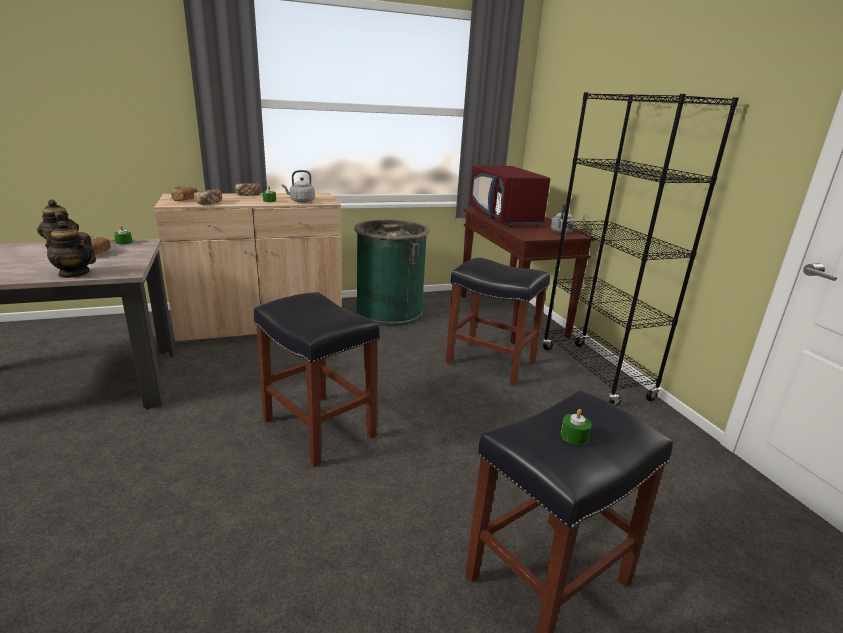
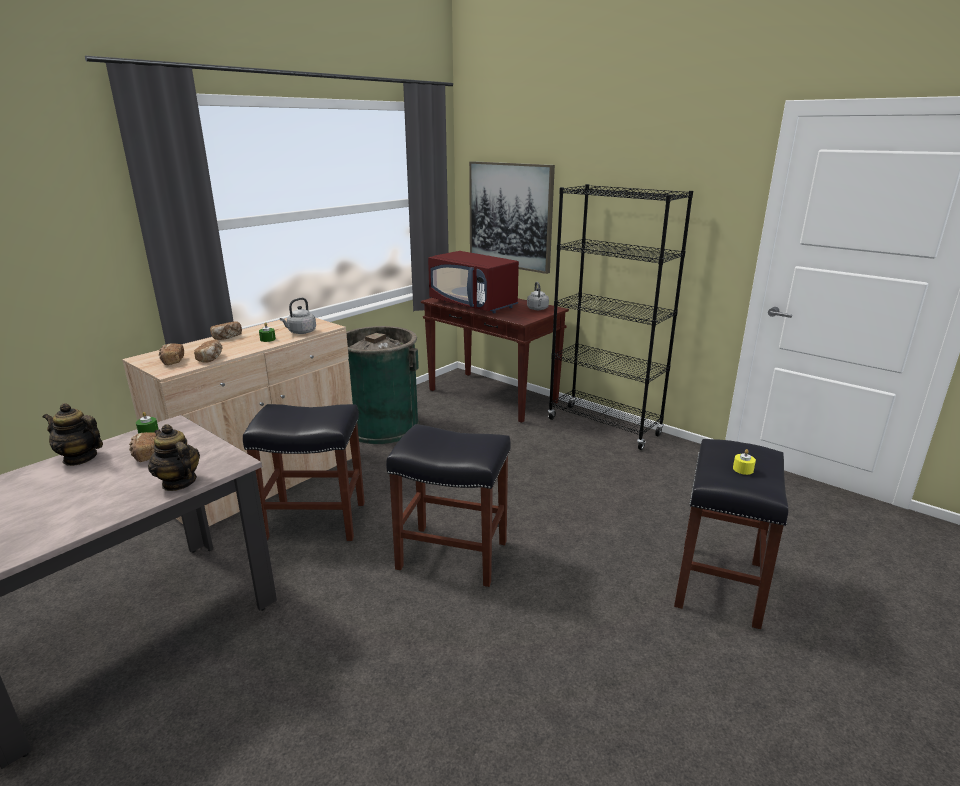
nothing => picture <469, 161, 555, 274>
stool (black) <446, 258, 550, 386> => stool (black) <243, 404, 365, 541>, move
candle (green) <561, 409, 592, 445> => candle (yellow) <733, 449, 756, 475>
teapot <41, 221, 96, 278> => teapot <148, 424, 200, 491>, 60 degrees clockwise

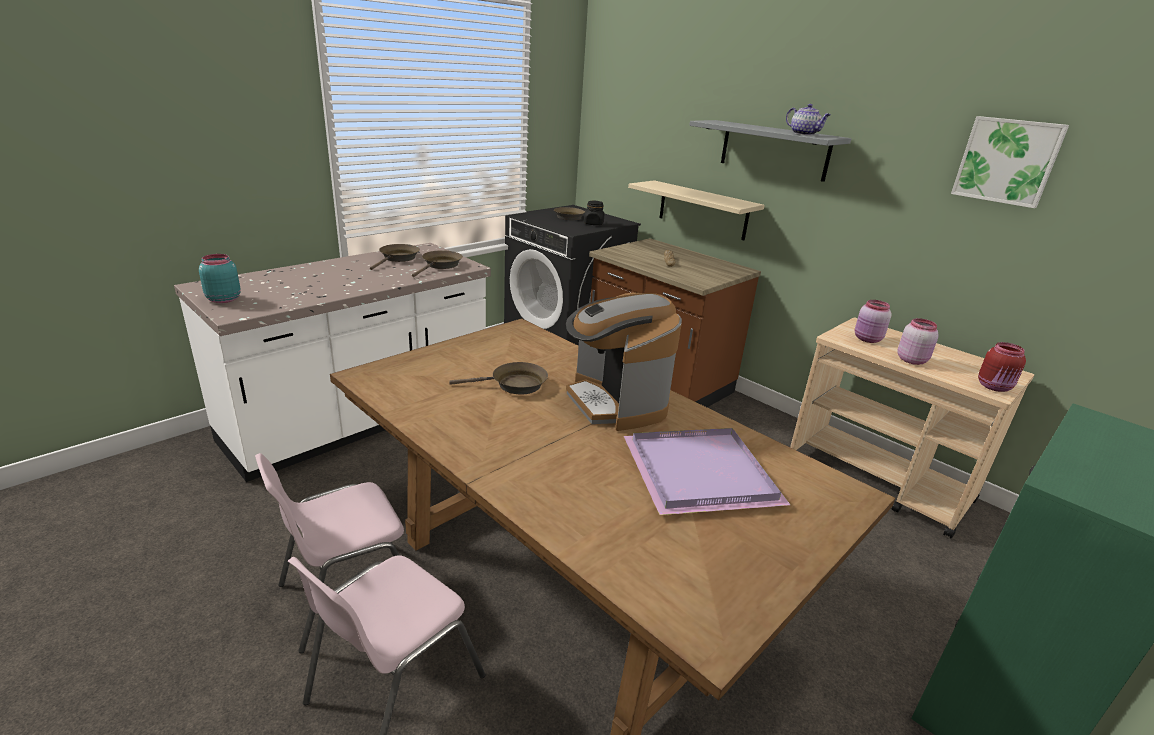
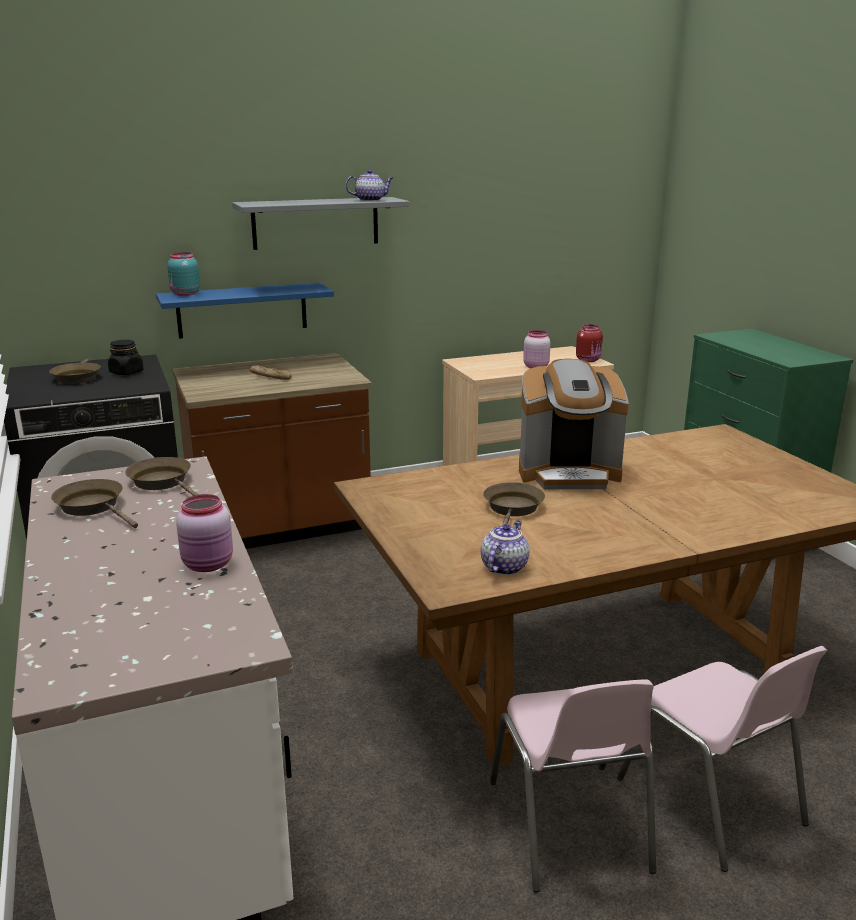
tray (purple) <624, 428, 790, 515> => nothing
picture <951, 116, 1069, 208> => nothing
nothing => teapot <481, 521, 529, 575>
jar (turquoise) <199, 254, 240, 303> => jar (turquoise) <167, 252, 200, 296>, move
jar (pink) <855, 300, 892, 343> => jar (pink) <176, 494, 233, 572>, move
shelf (beige) <628, 180, 765, 240> => shelf (blue) <156, 283, 334, 338>

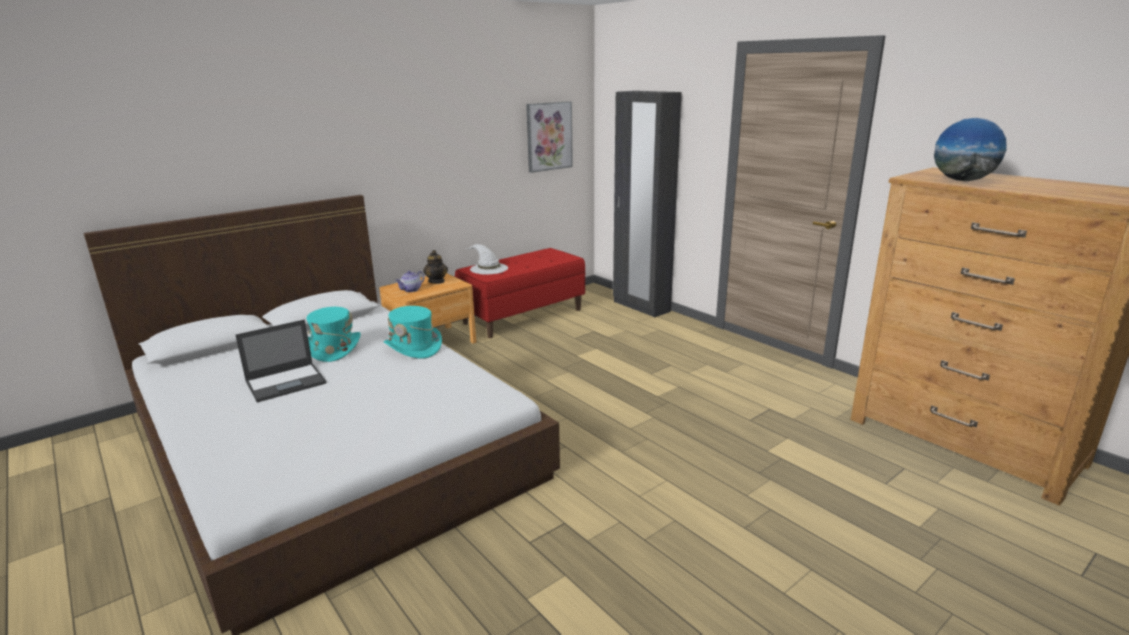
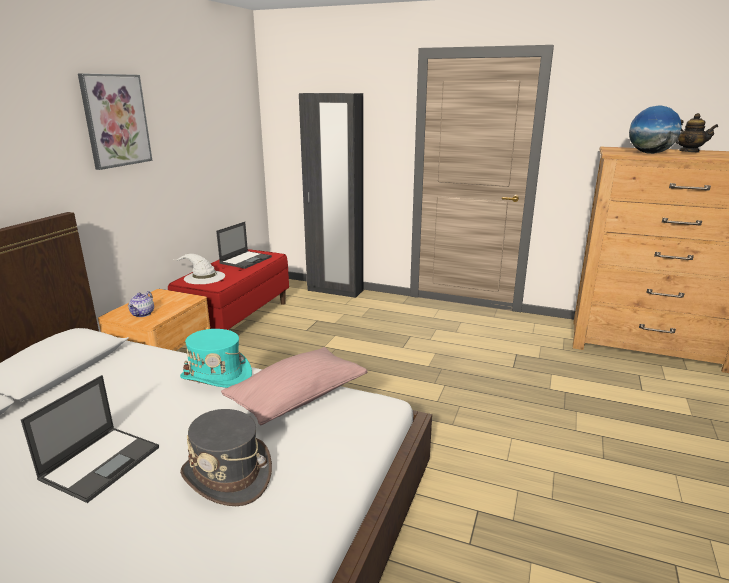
hat (turquoise) <306, 307, 361, 362> => nothing
nothing => hat (grey) <180, 409, 272, 506>
nothing => laptop <216, 222, 272, 269>
nothing => pillow (pink) <221, 347, 368, 425>
teapot <423, 250, 448, 284> => teapot <676, 113, 719, 152>, move
picture <526, 101, 573, 173> => picture <78, 74, 152, 170>, move

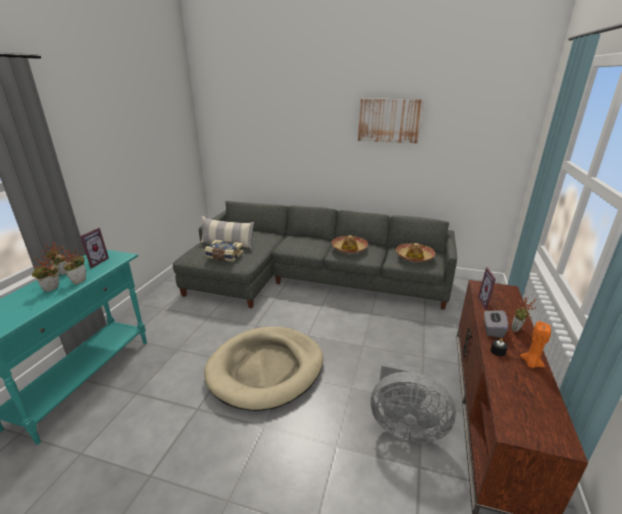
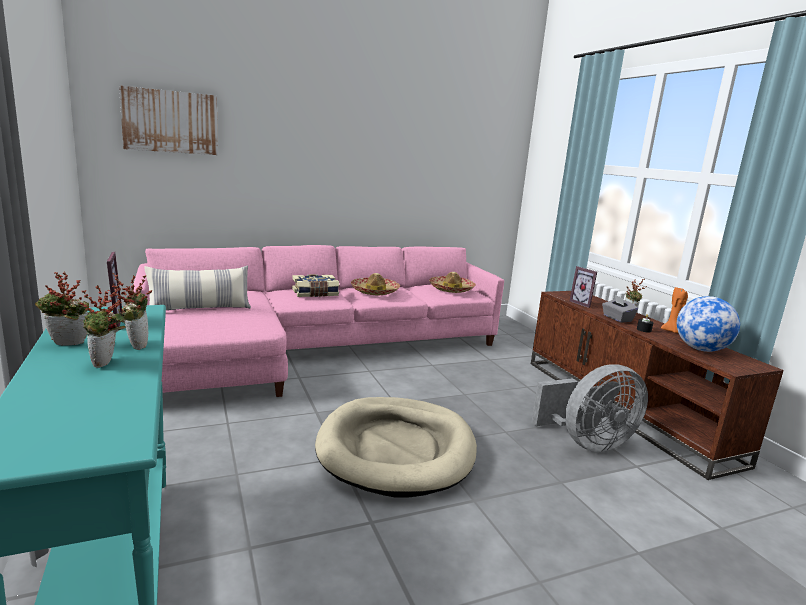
nothing => globe <677, 296, 740, 352>
book <205, 240, 244, 262> => book <292, 274, 339, 297>, move
picture <358, 98, 424, 144> => picture <119, 85, 218, 155>, move
sofa (grey) <173, 201, 457, 310> => sofa (pink) <133, 245, 504, 397>

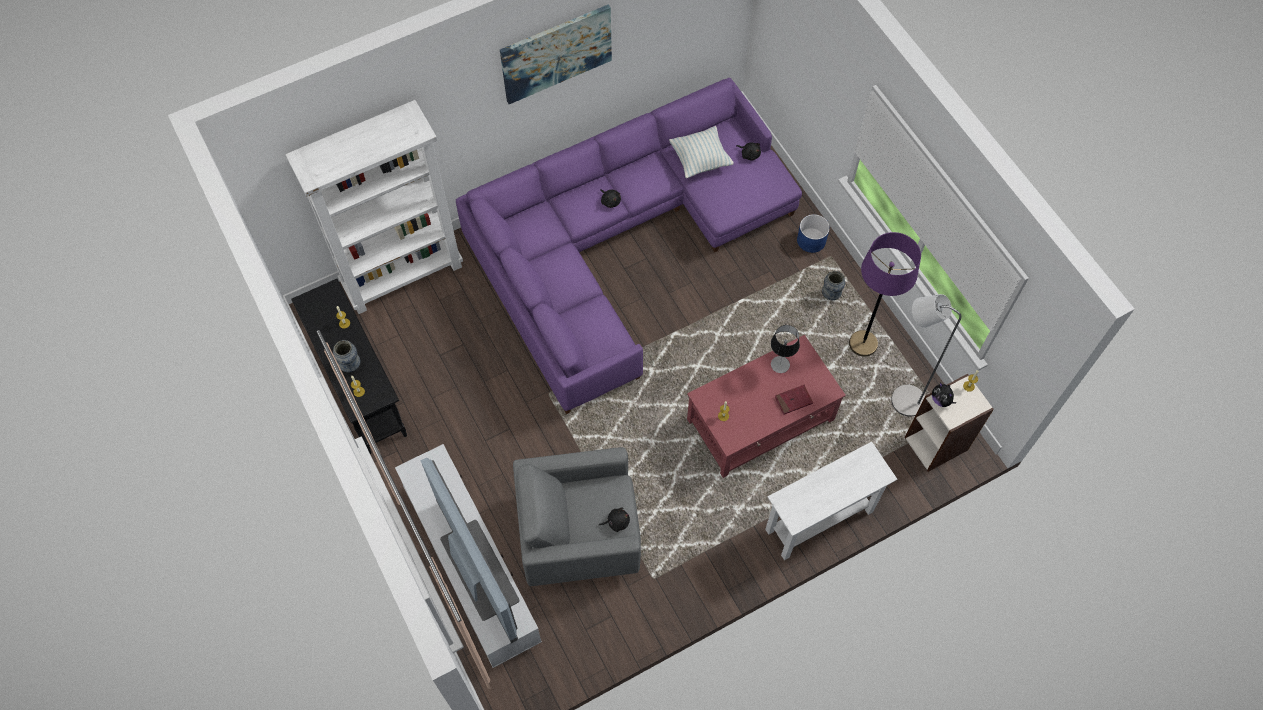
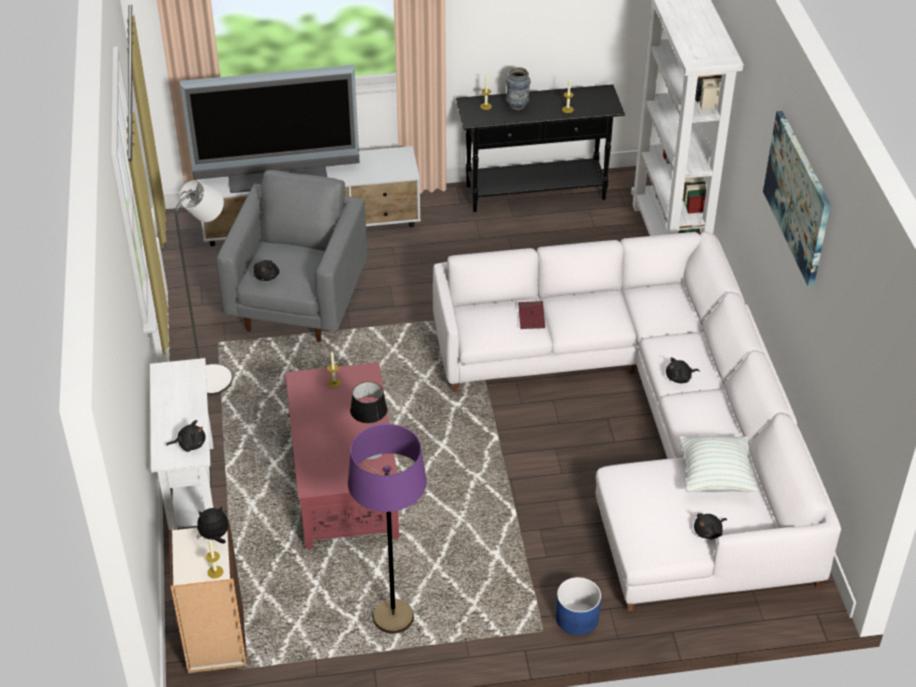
vase <822, 271, 845, 300> => nothing
nothing => plush toy (black) <166, 420, 206, 452>
book (red) <775, 385, 813, 415> => book (red) <518, 301, 545, 329>, move
floor lamp (grey) <891, 294, 962, 417> => floor lamp (grey) <175, 180, 232, 396>, move
sofa (purple) <456, 78, 802, 414> => sofa (white) <433, 231, 841, 611>

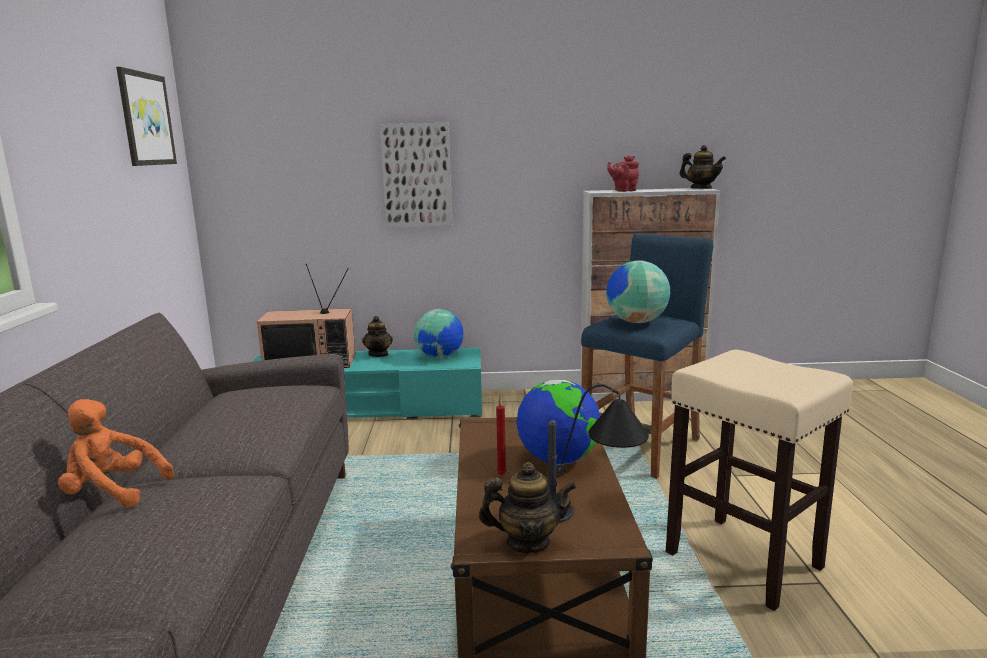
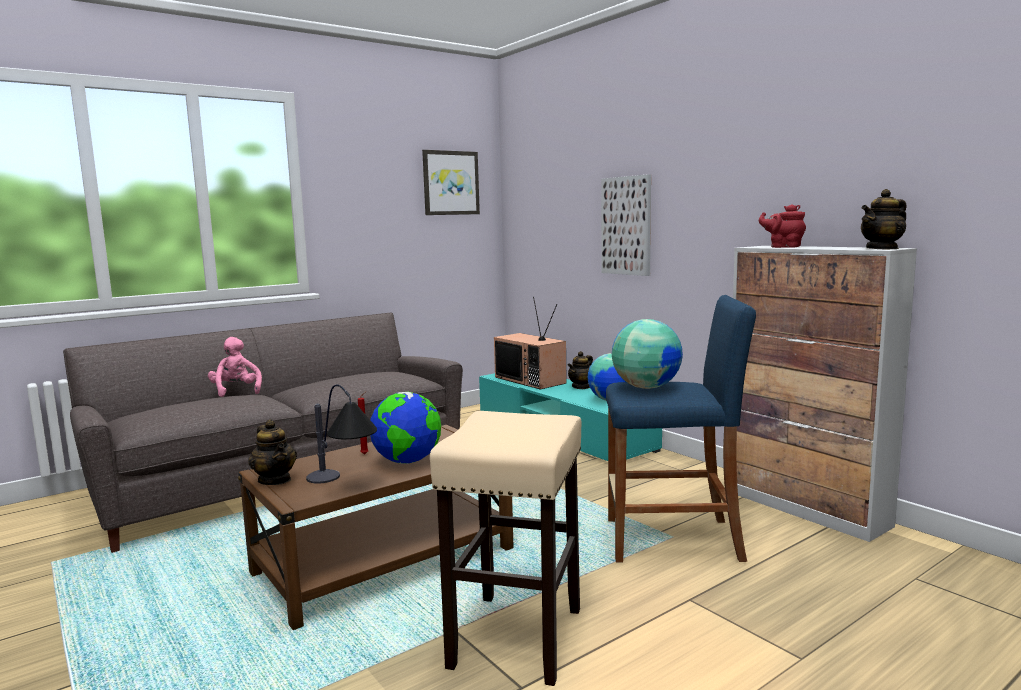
plush toy (orange) <58, 399, 174, 508> => plush toy (pink) <208, 337, 262, 397>
teapot <679, 145, 726, 189> => teapot <861, 189, 907, 250>, 60 degrees clockwise

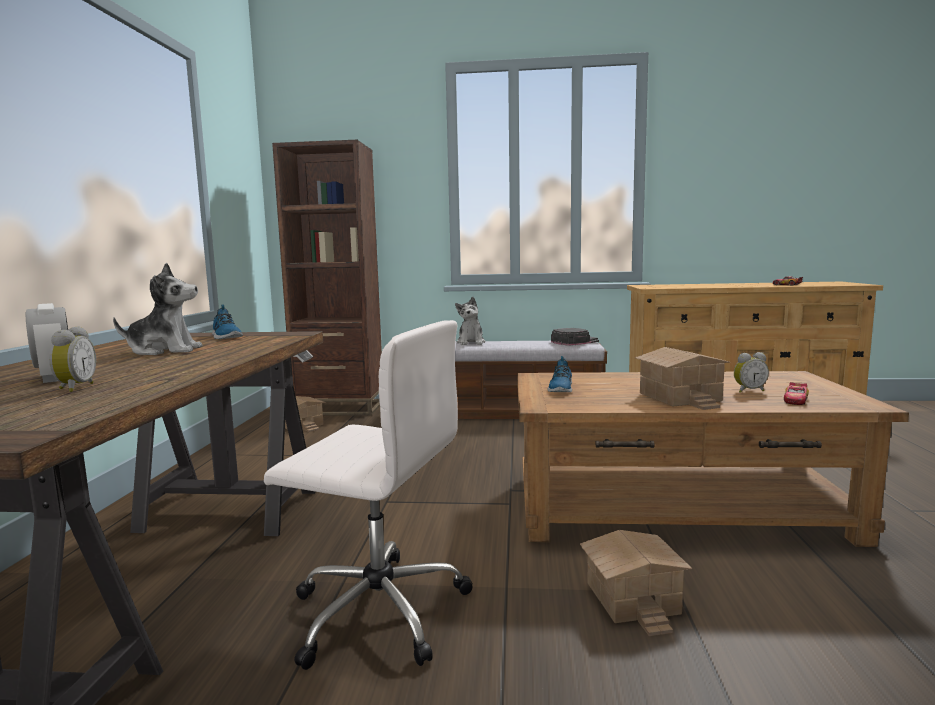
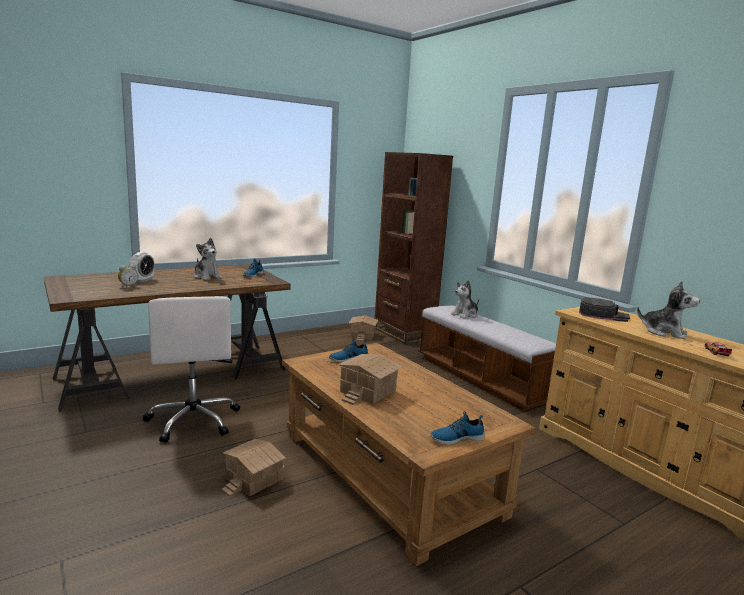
alarm clock <734, 352, 769, 393> => nothing
toy car <784, 382, 809, 405> => nothing
nothing => shoe <430, 411, 485, 445>
nothing => plush toy <637, 281, 700, 340>
cap (black) <551, 328, 599, 346> => cap (black) <579, 297, 630, 322>, move

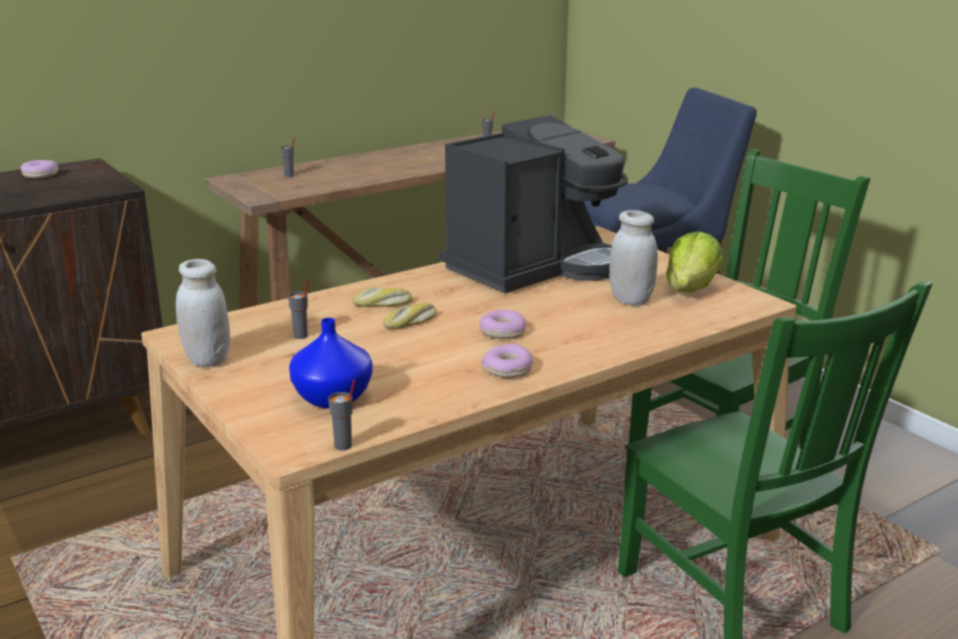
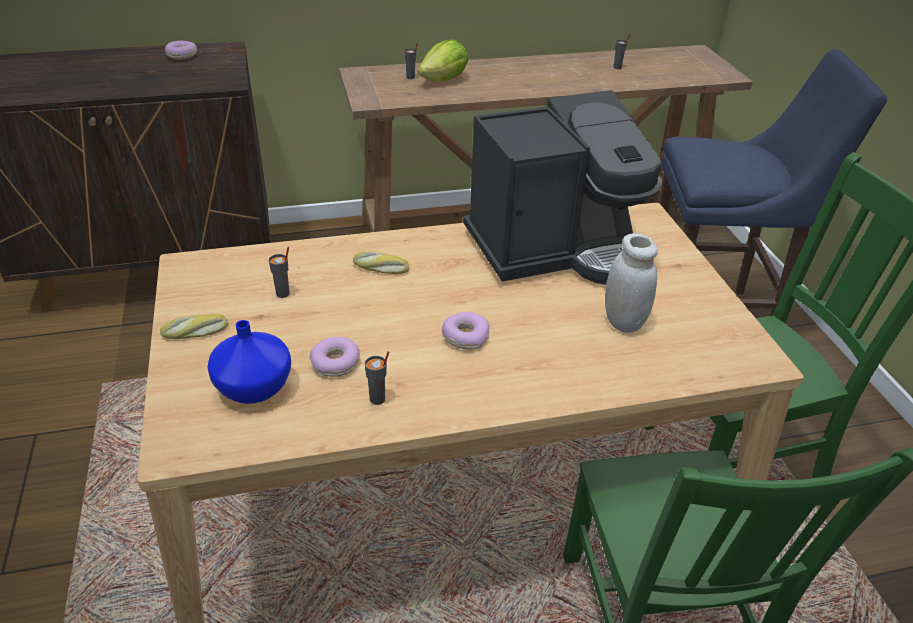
jar (white) <176, 259, 230, 367> => nothing
cup (grey) <328, 379, 355, 451> => cup (grey) <364, 351, 389, 405>, move
bread <383, 303, 437, 329> => bread <160, 314, 228, 339>, move
donut <482, 344, 533, 378> => donut <309, 337, 360, 377>, move
lettuce <666, 231, 723, 292> => lettuce <418, 40, 468, 82>, move

